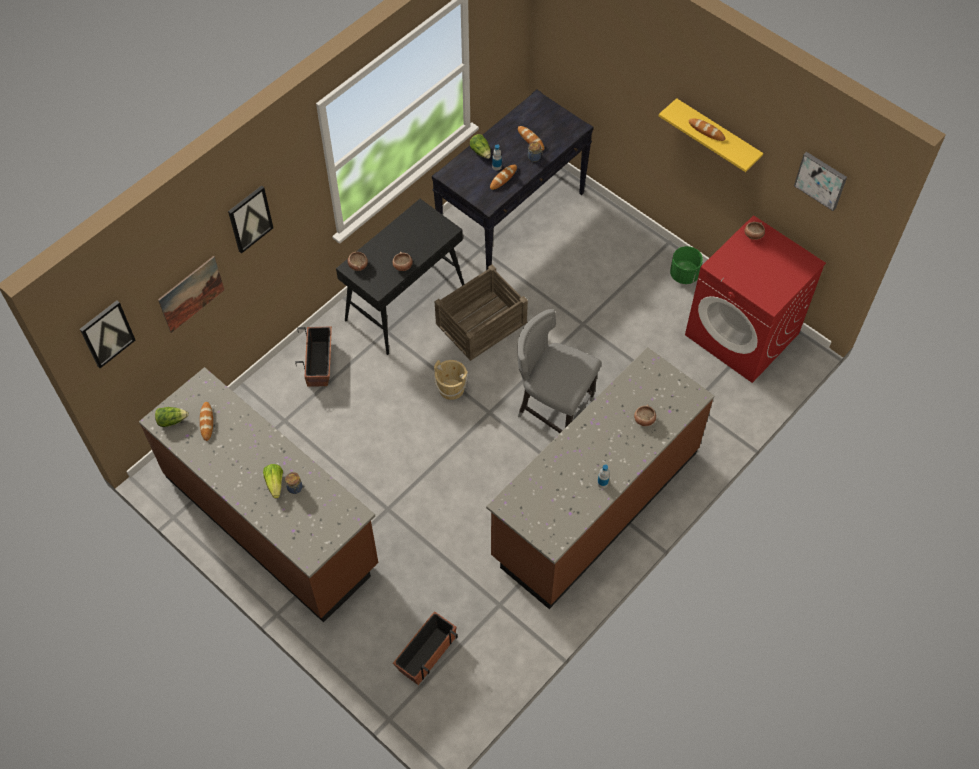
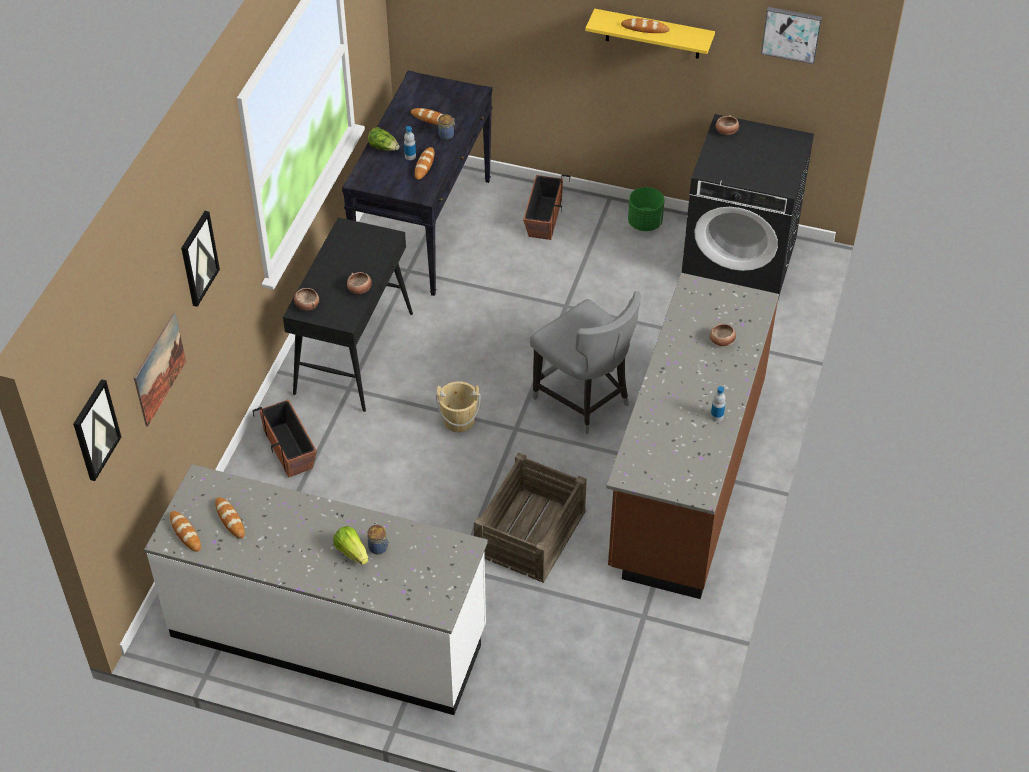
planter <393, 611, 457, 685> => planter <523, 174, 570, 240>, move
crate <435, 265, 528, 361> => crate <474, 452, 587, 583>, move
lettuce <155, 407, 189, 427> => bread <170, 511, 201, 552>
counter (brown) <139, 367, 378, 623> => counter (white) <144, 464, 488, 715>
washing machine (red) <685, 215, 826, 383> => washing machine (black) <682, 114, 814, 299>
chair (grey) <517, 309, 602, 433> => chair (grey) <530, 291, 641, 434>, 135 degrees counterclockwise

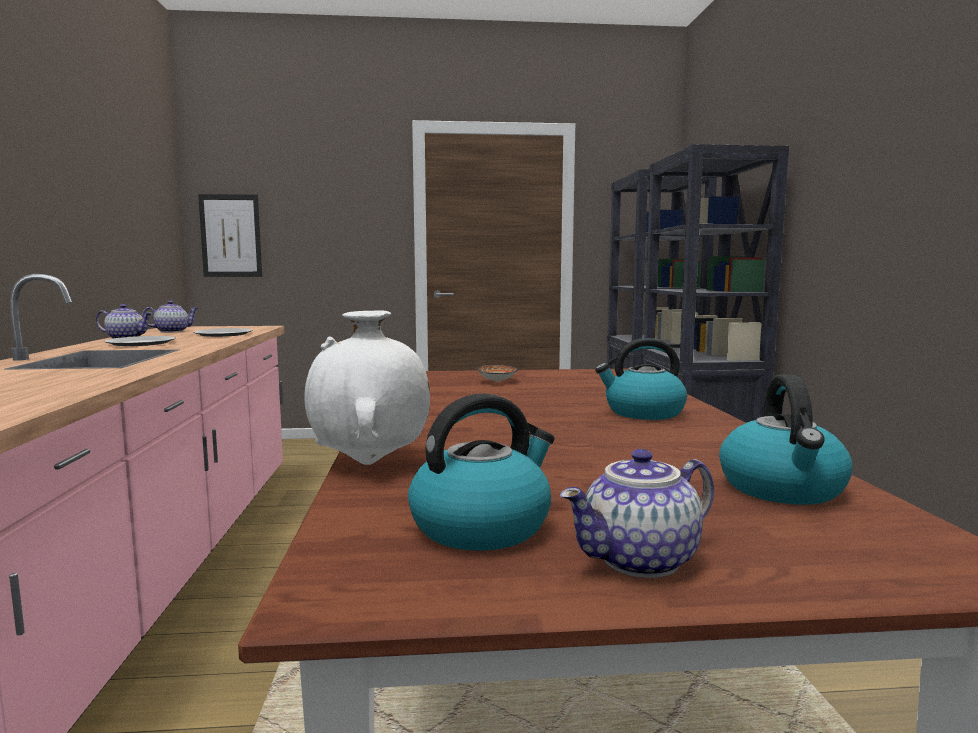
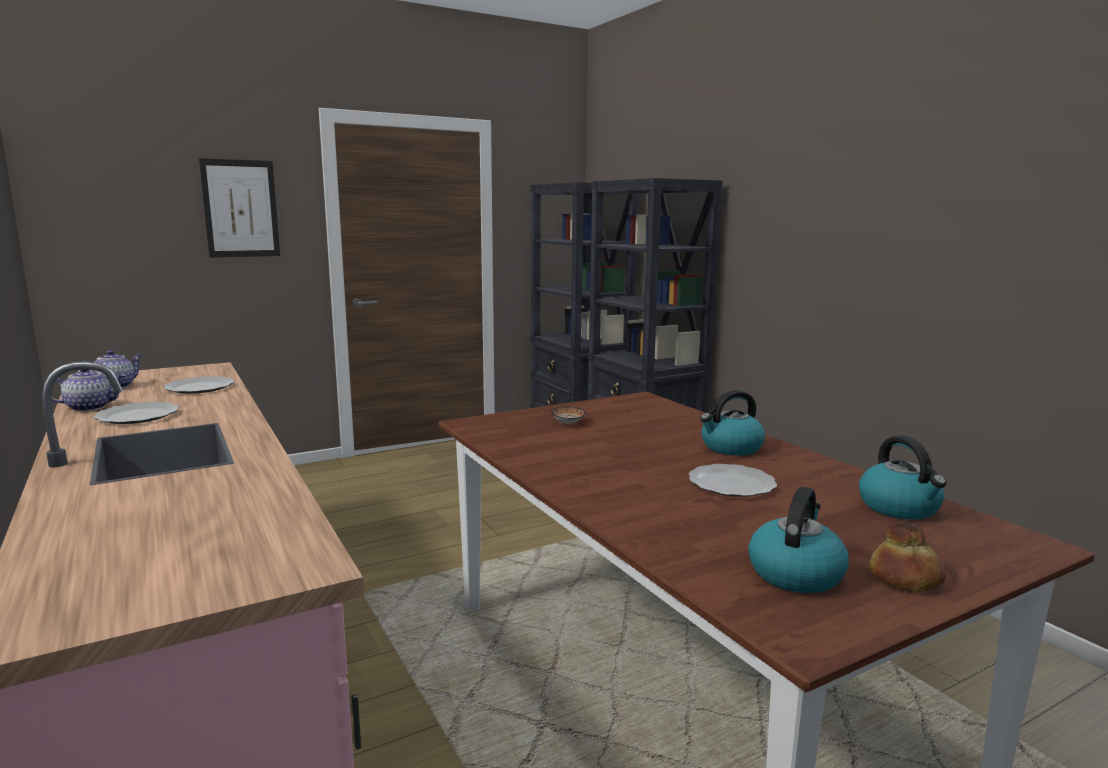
vase (white) <304, 310, 430, 465> => nothing
nothing => plate <689, 464, 777, 497>
picture <198, 194, 262, 277> => picture <199, 158, 280, 257>, move
teapot <560, 449, 714, 578> => bread <869, 522, 946, 592>

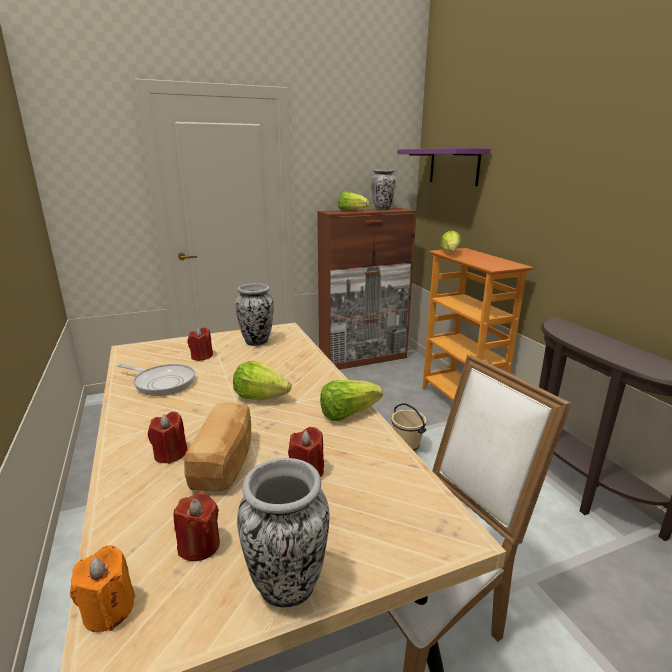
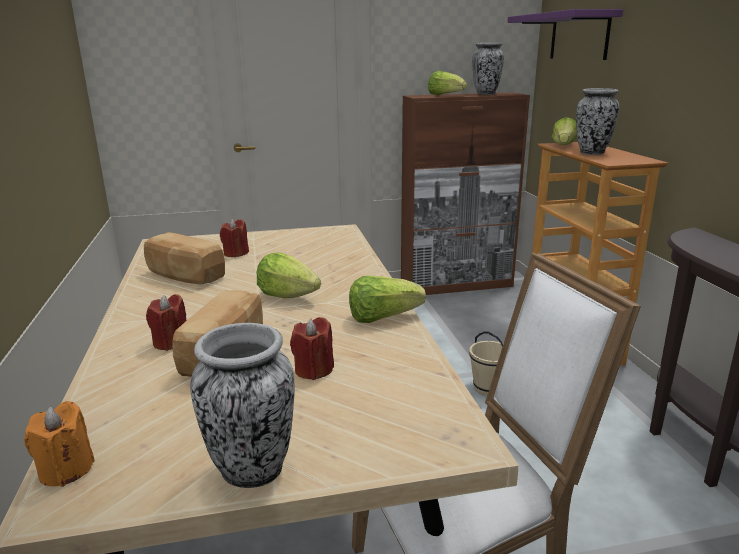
candle (red) <174, 492, 220, 561> => nothing
vase <235, 283, 274, 346> => vase <576, 88, 620, 155>, move
frying pan <117, 364, 195, 396> => bread <144, 232, 225, 284>

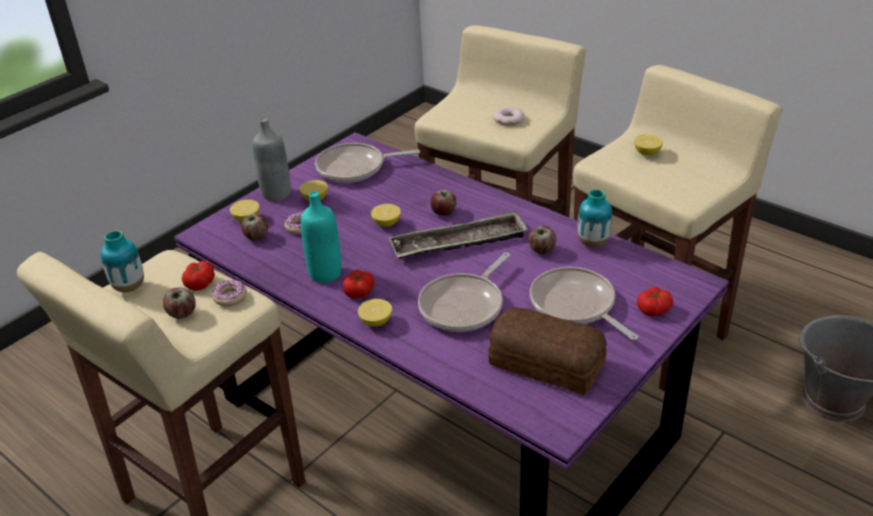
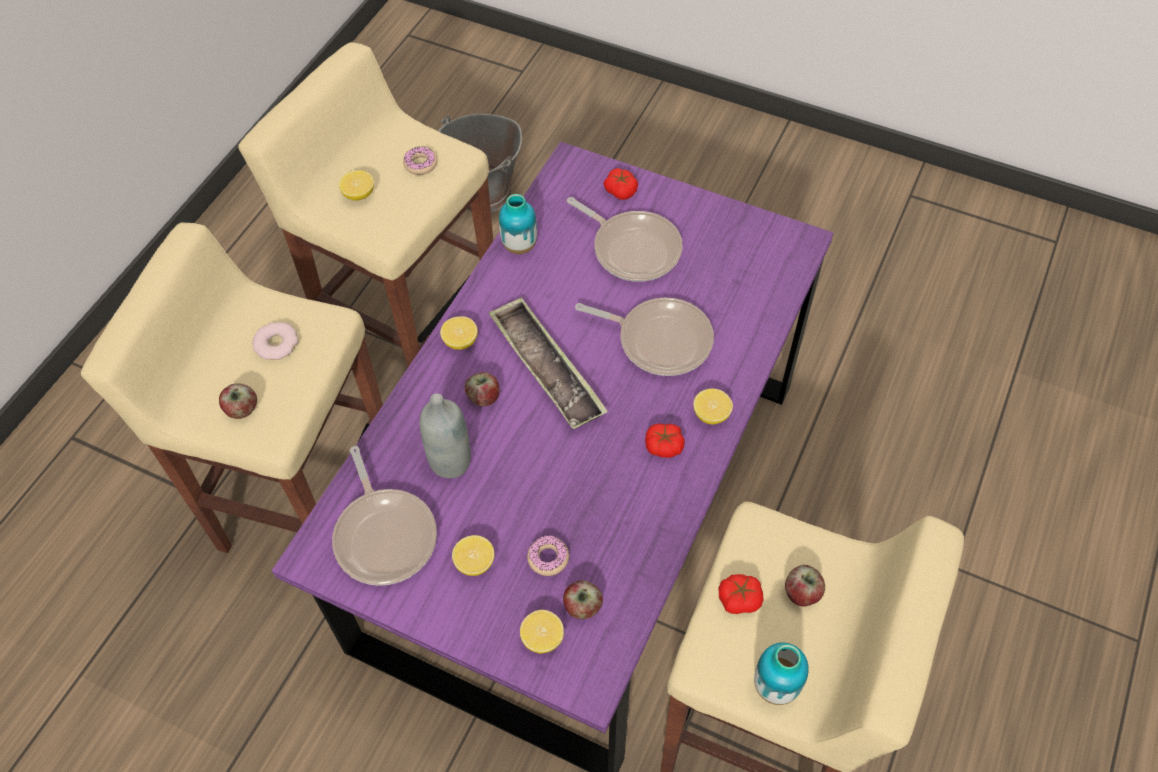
bottle (turquoise) <301, 191, 342, 283> => nothing
bread <488, 307, 607, 395> => nothing
donut <212, 280, 247, 307> => donut <403, 146, 437, 175>, move
bottle (grey) <252, 118, 291, 201> => bottle (grey) <420, 394, 471, 478>, move
lemon <371, 204, 401, 227> => lemon <440, 316, 478, 350>, move
apple <528, 226, 556, 254> => apple <219, 383, 257, 419>, move
frying pan <530, 267, 639, 341> => frying pan <567, 197, 682, 282>, 90 degrees counterclockwise

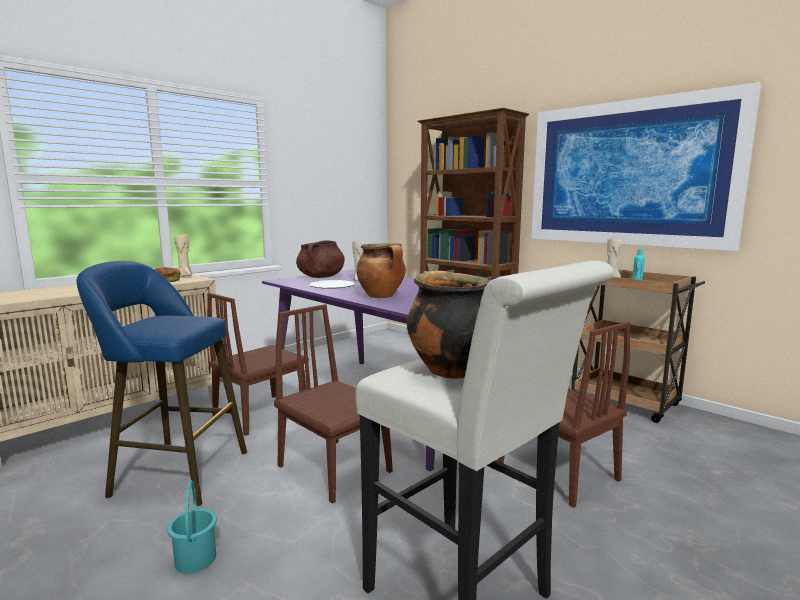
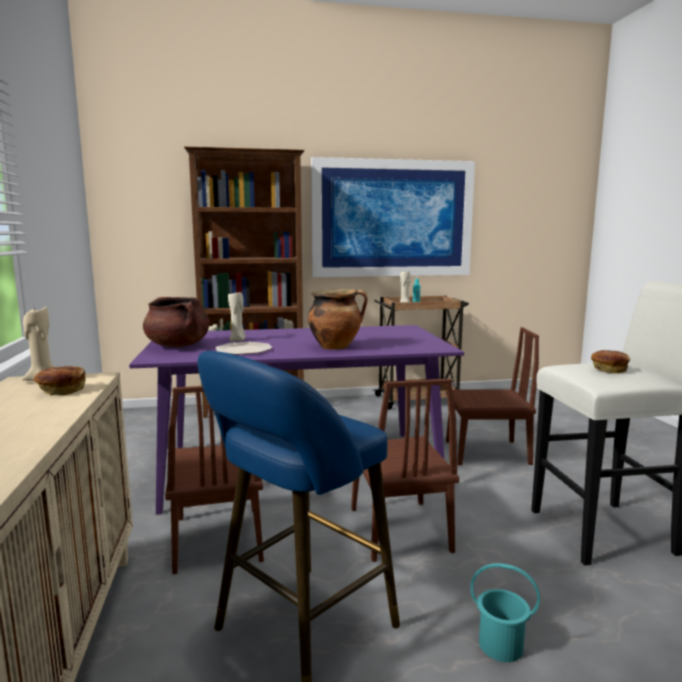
cooking pot <407, 270, 489, 379> => bread <591, 350, 630, 374>
chair (brown) <274, 304, 392, 504> => chair (brown) <351, 379, 459, 562>, 90 degrees counterclockwise

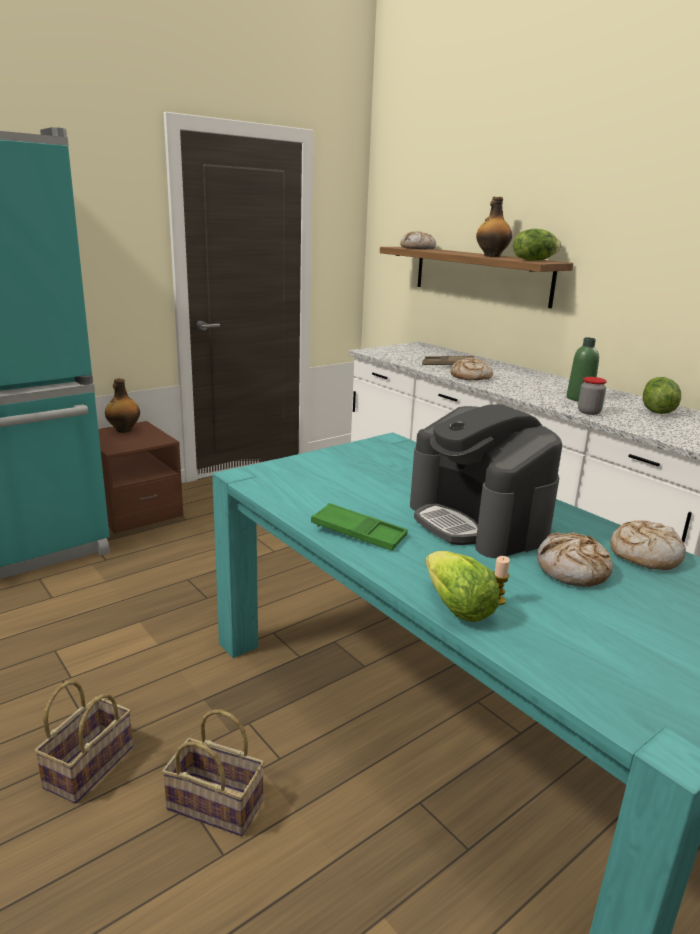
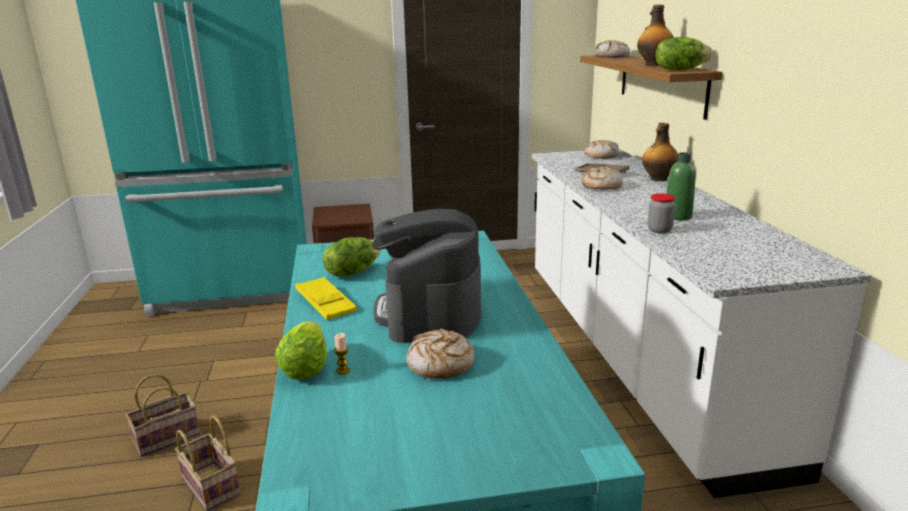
bottle <105, 378, 140, 433> => bottle <642, 123, 678, 181>, move
bread <610, 520, 686, 570> => bread <585, 140, 619, 159>, move
lettuce <643, 377, 681, 414> => lettuce <323, 237, 381, 277>, move
tray (green) <311, 503, 408, 551> => tray (yellow) <295, 277, 357, 320>

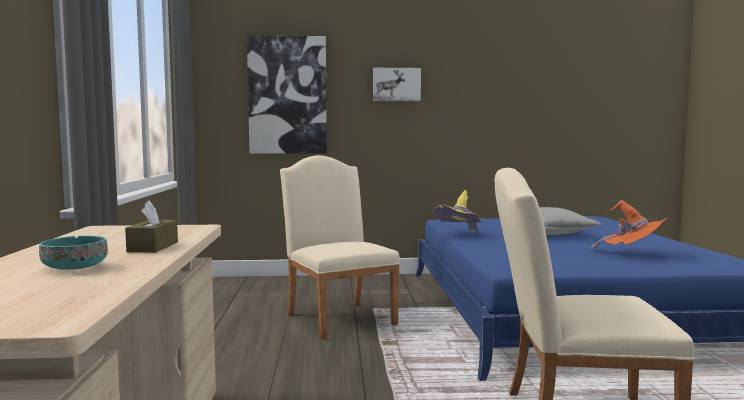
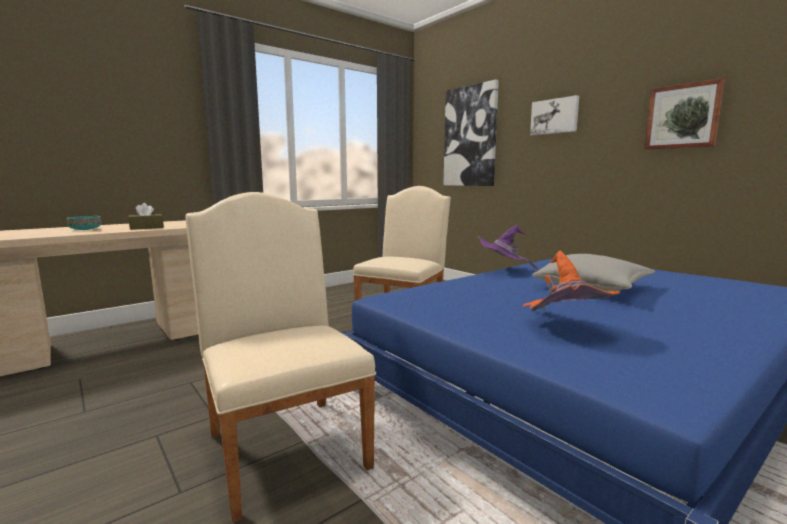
nothing => picture <644, 78, 725, 150>
hat (yellow) <434, 190, 482, 231> => hat (purple) <478, 225, 539, 270>

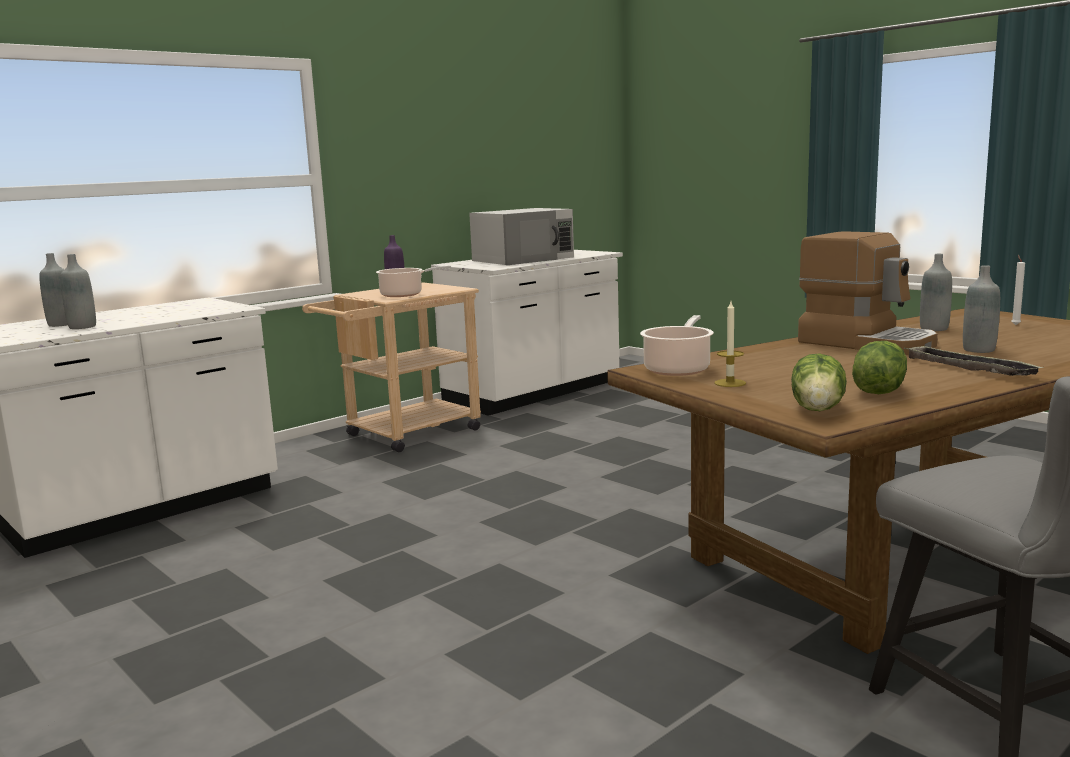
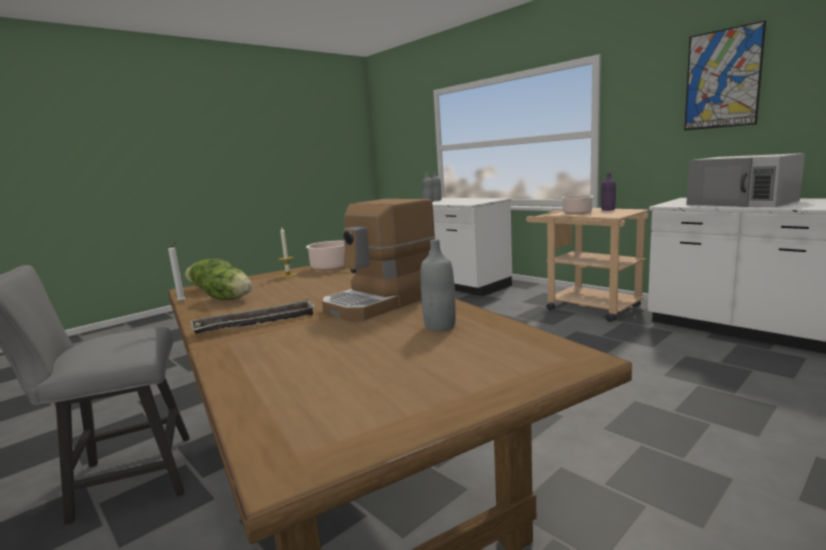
bottle (grey) <963, 265, 1000, 353> => nothing
nothing => picture <684, 20, 766, 131>
candle (white) <1011, 255, 1025, 325> => candle (white) <168, 242, 185, 302>, move

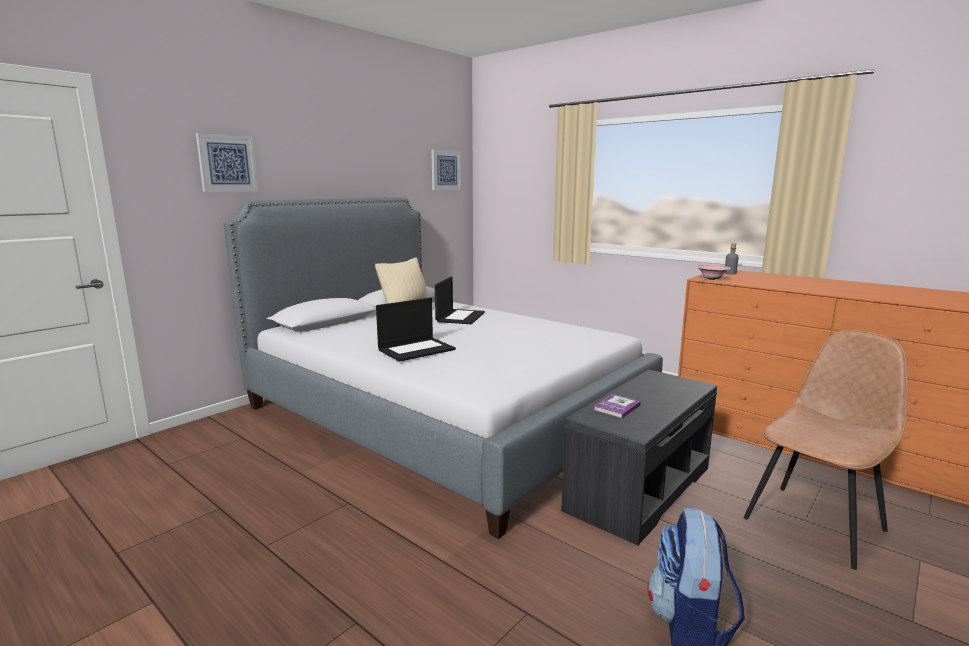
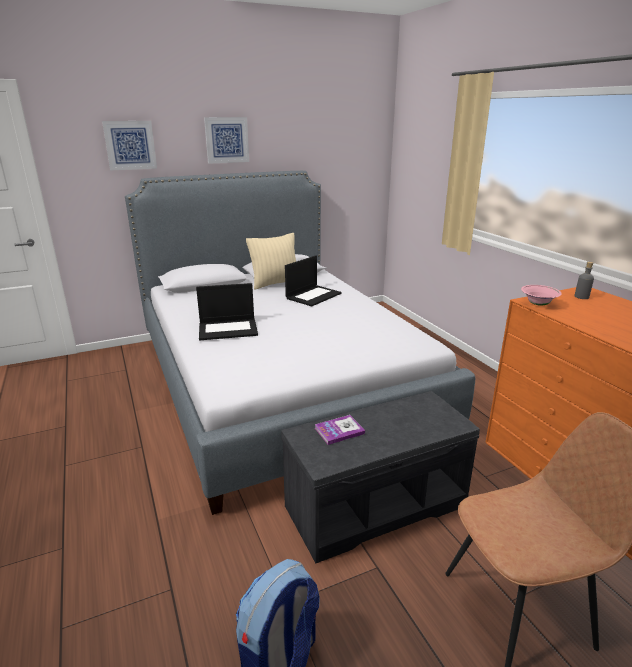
picture <431, 149, 461, 190> => picture <204, 117, 249, 164>, move

